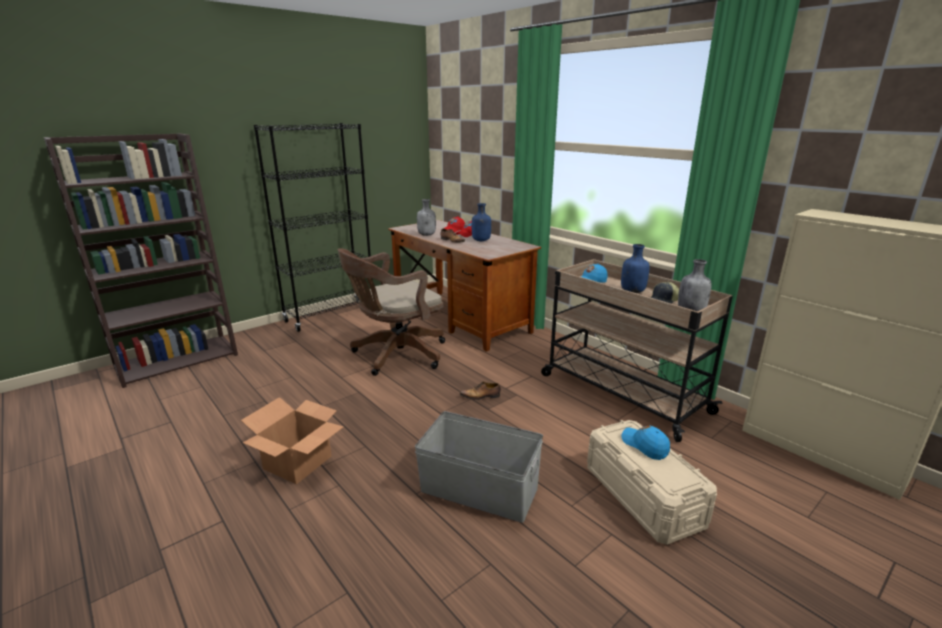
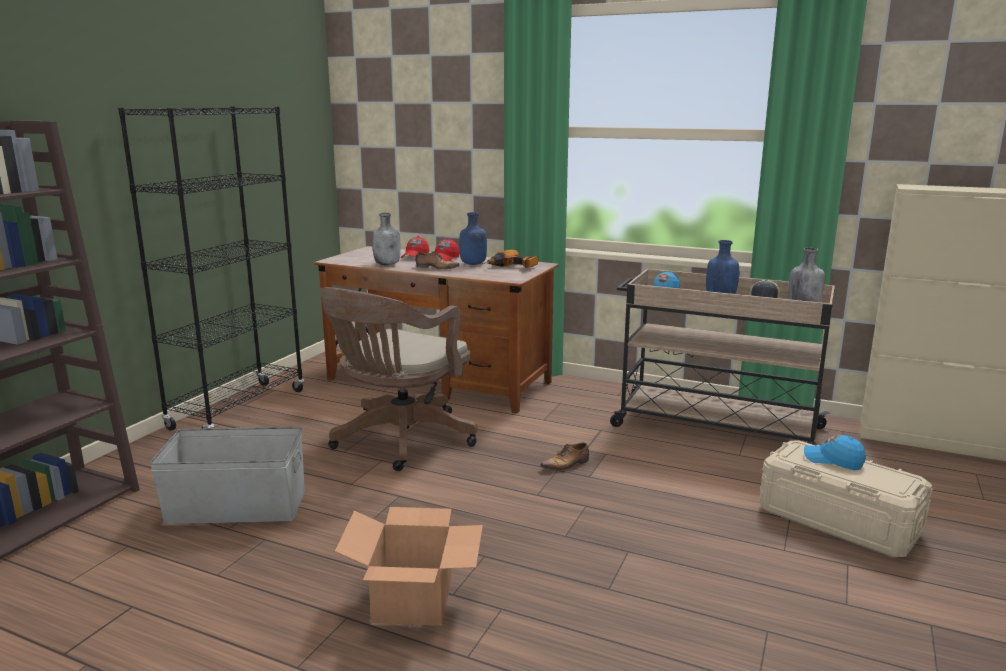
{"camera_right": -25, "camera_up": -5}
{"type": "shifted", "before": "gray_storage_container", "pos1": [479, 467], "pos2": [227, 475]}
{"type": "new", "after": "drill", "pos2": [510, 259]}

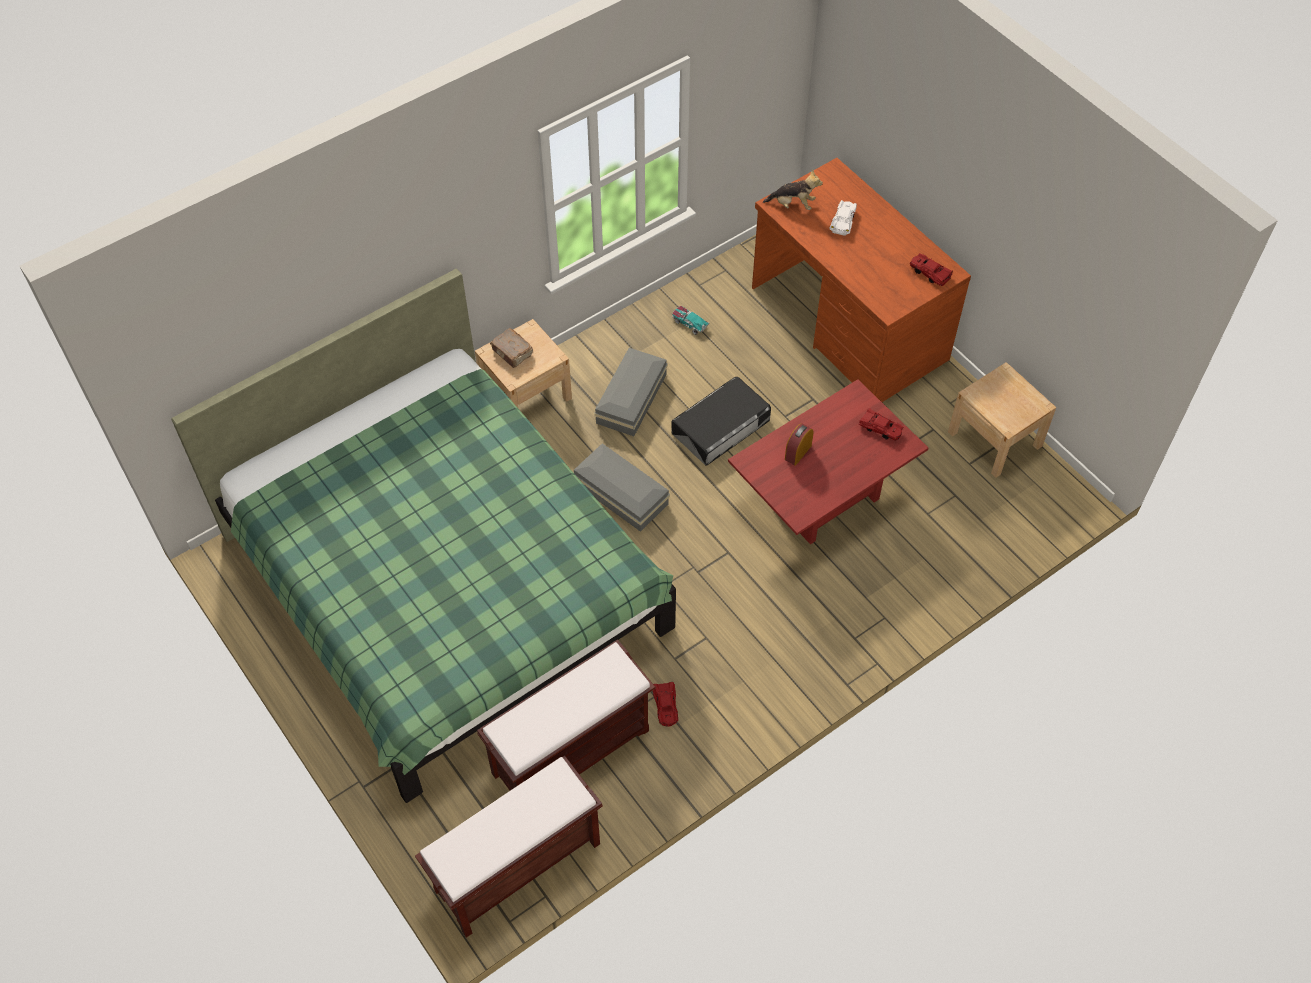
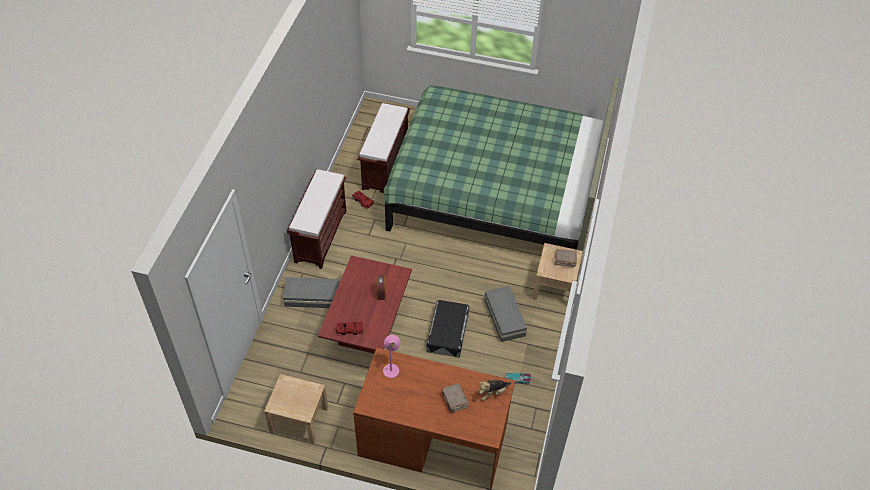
{"camera_right": 140, "camera_up": -5}
{"type": "shifted", "before": "brown-coloured_bench", "pos1": [509, 847], "pos2": [317, 219]}
{"type": "shifted", "before": "gray_storage_container", "pos1": [622, 487], "pos2": [311, 292]}
{"type": "swapped", "before": "white_toy_car", "after": "brown-coloured_volume", "pos1": [843, 218], "pos2": [455, 398]}
{"type": "gone", "before": "reddish_toy_car", "pos1": [931, 269]}
{"type": "new", "after": "pink-coloured_lamp_for_a_table", "pos2": [391, 356]}

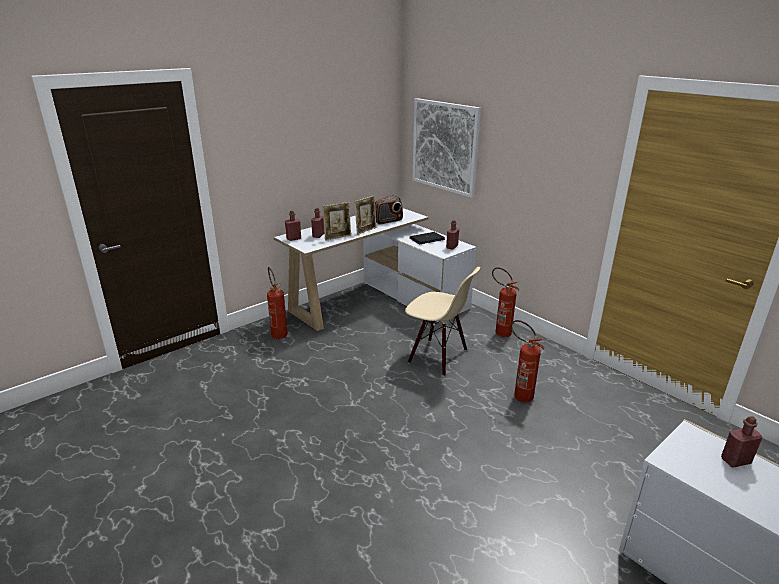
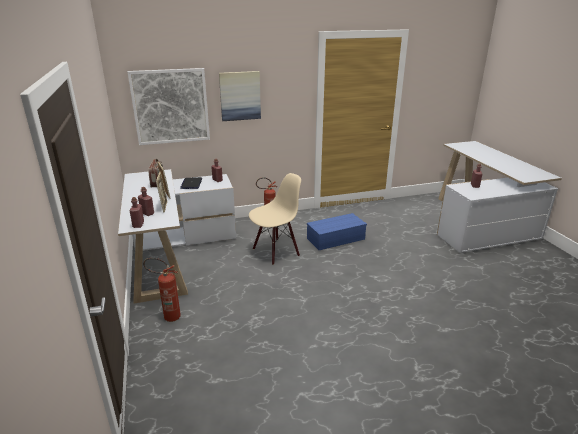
{"camera_right": -65, "camera_up": 0}
{"type": "swapped", "before": "fire-fighting_cylinder", "after": "bluish_storage_container", "pos1": [528, 361], "pos2": [337, 231]}
{"type": "new", "after": "picture", "pos2": [240, 96]}

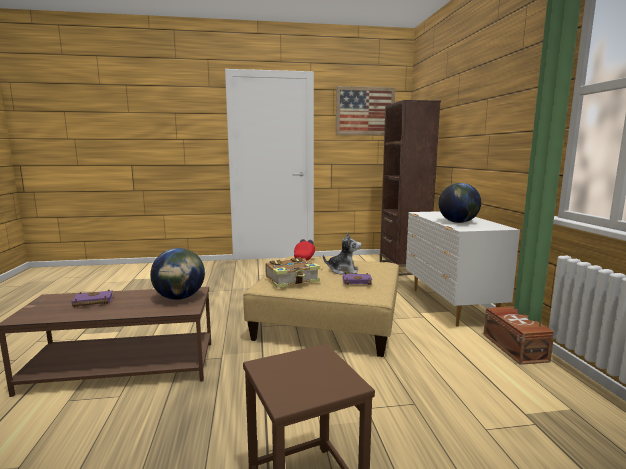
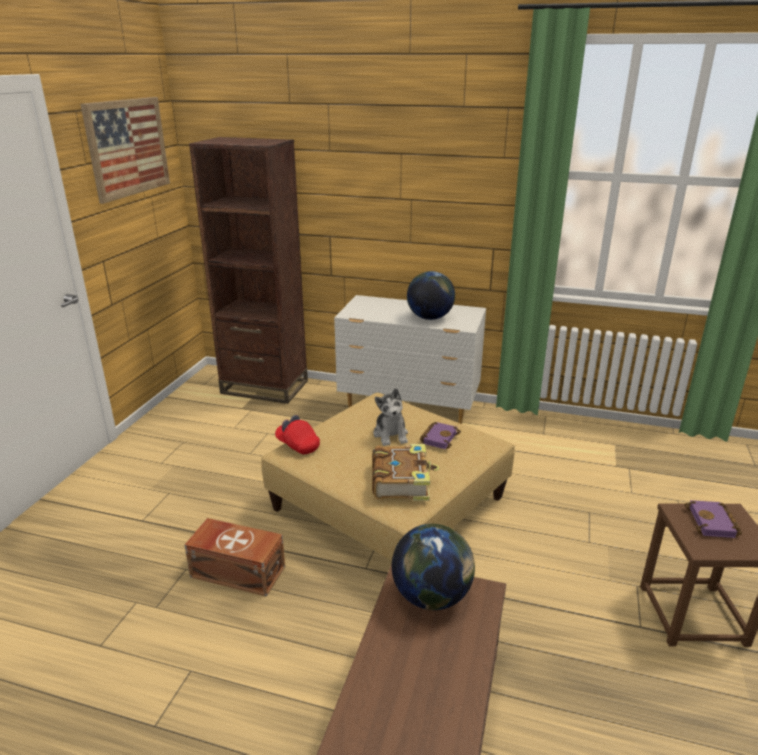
{"camera_right": -65, "camera_up": 15}
{"type": "shifted", "before": "purple_volume", "pos1": [92, 298], "pos2": [713, 519]}
{"type": "rotated", "before": "soft_toy", "pos1": [342, 253], "pos2": [390, 417], "turn": 135}
{"type": "shifted", "before": "brown-coloured_storage_container", "pos1": [519, 335], "pos2": [234, 557]}

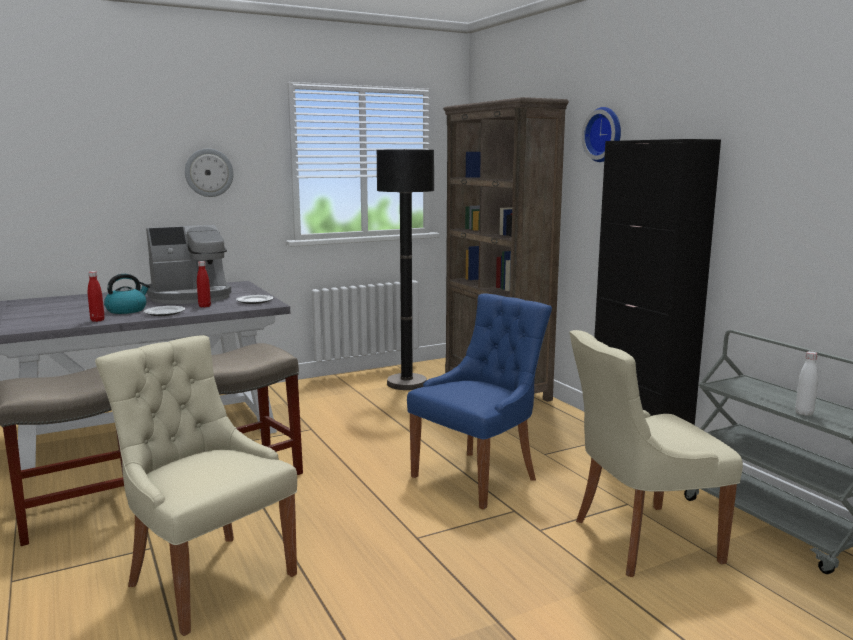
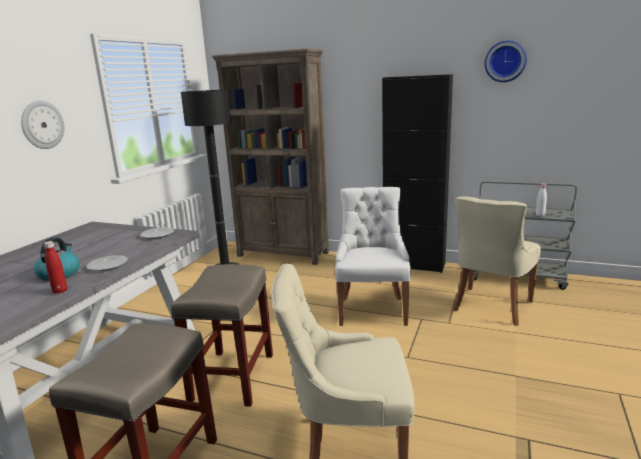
{"camera_right": -40, "camera_up": 5}
{"type": "gone", "before": "coffee_brewer", "pos1": [188, 264]}
{"type": "gone", "before": "reddish_drink_bottle", "pos1": [204, 284]}
{"type": "repainted", "before": "bluish_plain_chair", "after": "white_plain_chair", "pos1": [479, 402], "pos2": [373, 256]}
{"type": "shifted", "before": "wall_clock", "pos1": [601, 134], "pos2": [505, 61]}

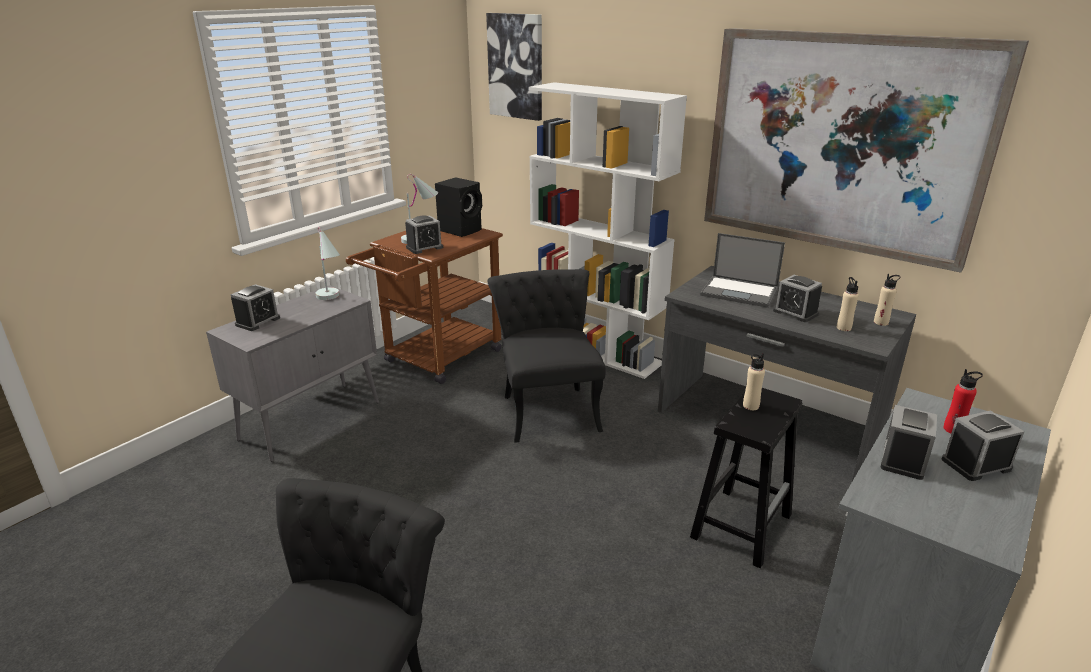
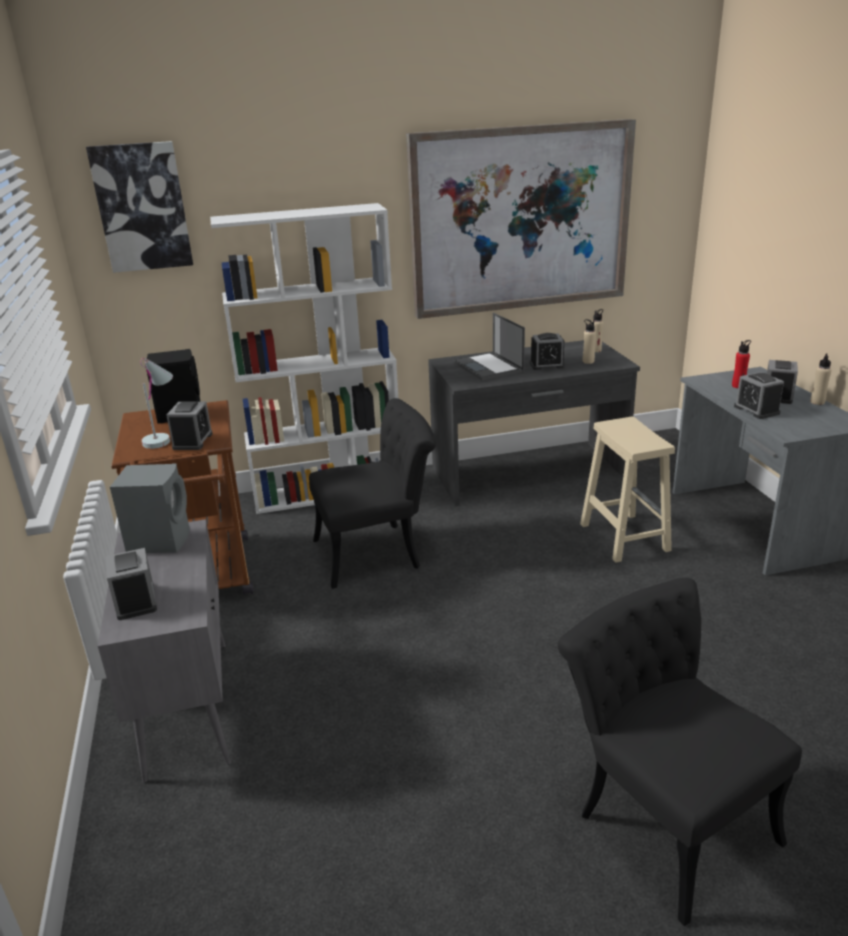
{"camera_right": -50, "camera_up": 0}
{"type": "swapped", "before": "white_lamp_for_a_table", "after": "gray_speaker", "pos1": [328, 263], "pos2": [150, 508]}
{"type": "rotated", "before": "black_plain_chair", "pos1": [546, 356], "pos2": [372, 493], "turn": 135}
{"type": "repainted", "before": "black_stool", "after": "beige_stool", "pos1": [746, 478], "pos2": [627, 489]}
{"type": "rotated", "before": "laptop", "pos1": [742, 270], "pos2": [489, 347], "turn": 90}
{"type": "shifted", "before": "beige_drink_bottle", "pos1": [754, 381], "pos2": [821, 379]}

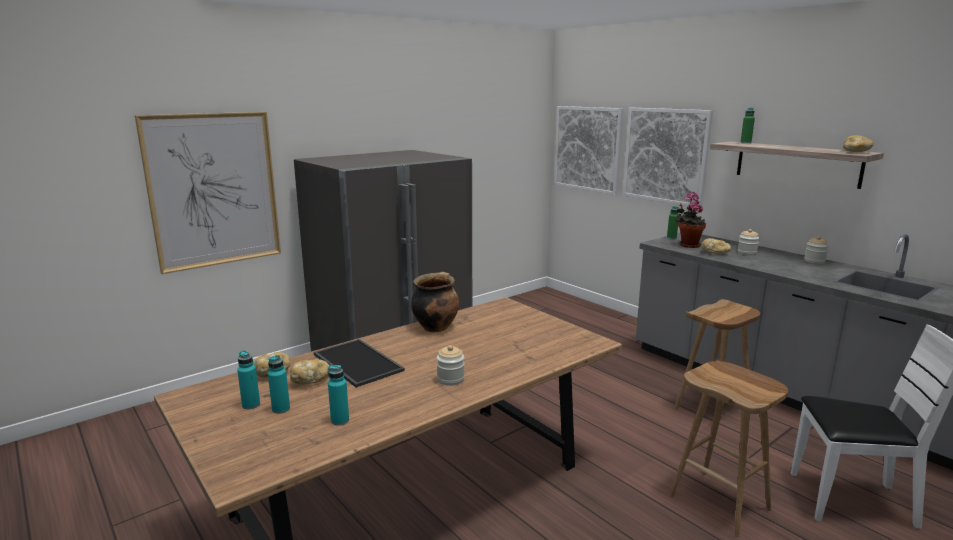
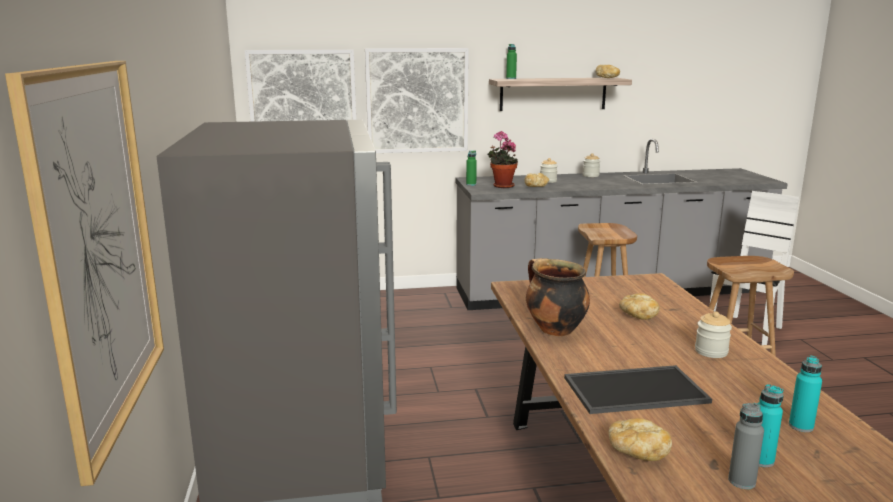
{"camera_right": -60, "camera_up": 0}
{"type": "repainted", "before": "turquoise-coloured_drink_bottle", "after": "gray_drink_bottle", "pos1": [248, 379], "pos2": [746, 446]}
{"type": "shifted", "before": "bread", "pos1": [309, 372], "pos2": [639, 306]}

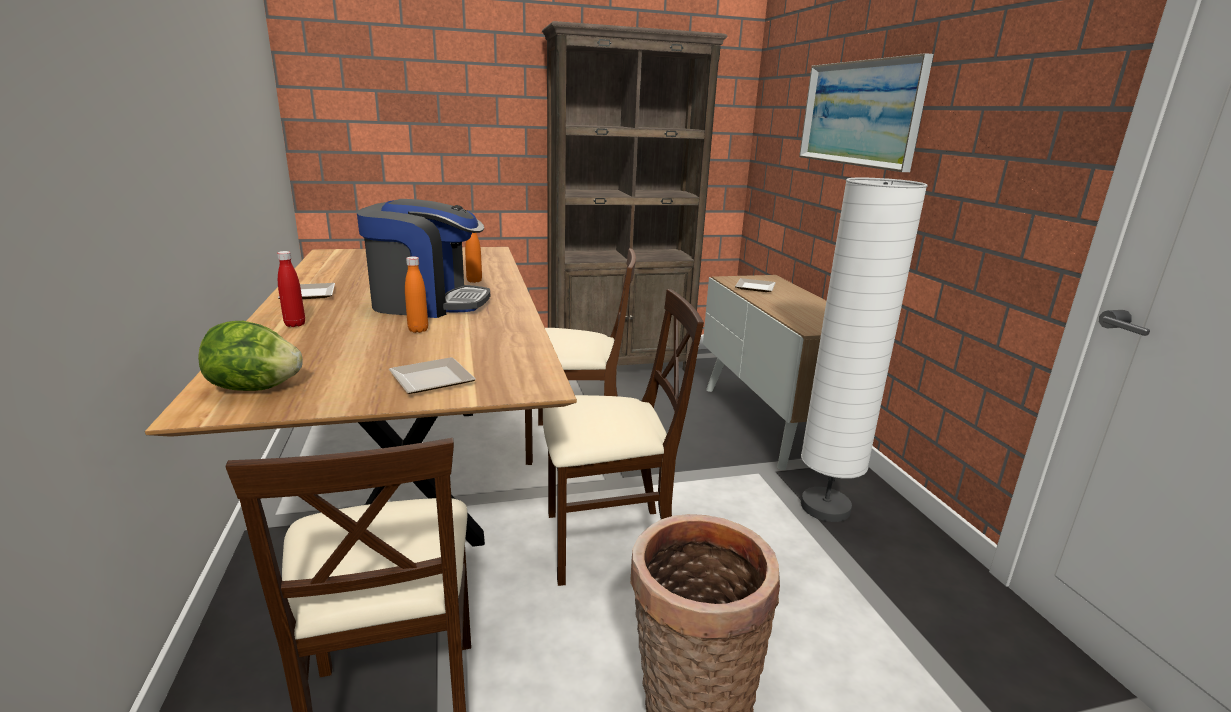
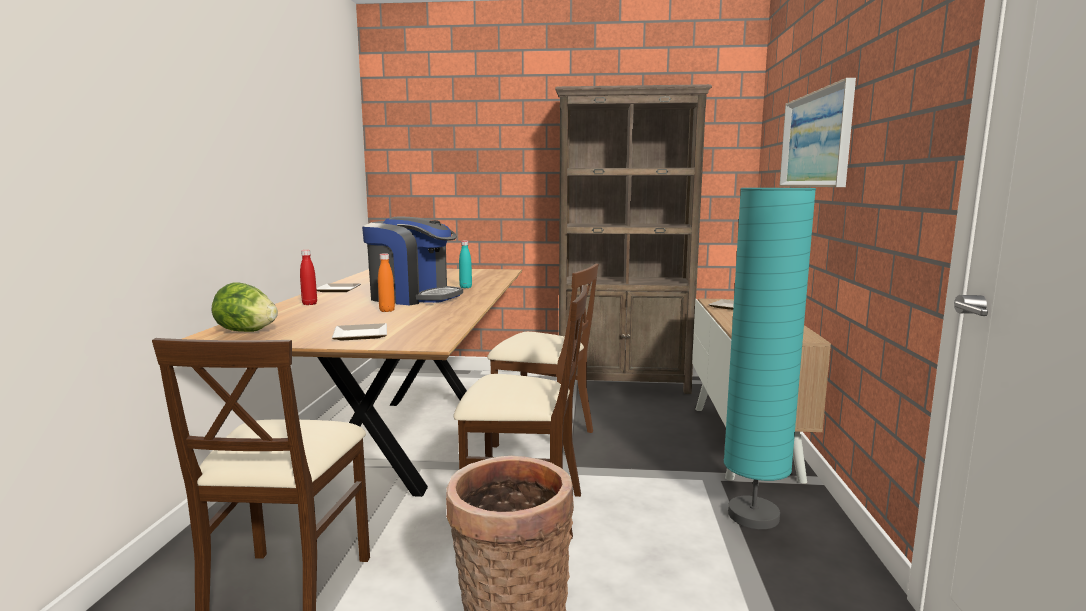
{"camera_right": 20, "camera_up": -10}
{"type": "repainted", "before": "orange_drink_bottle", "after": "turquoise-coloured_drink_bottle", "pos1": [473, 258], "pos2": [465, 264]}
{"type": "repainted", "before": "white_standing_lamp", "after": "turquoise-coloured_standing_lamp", "pos1": [864, 350], "pos2": [770, 358]}

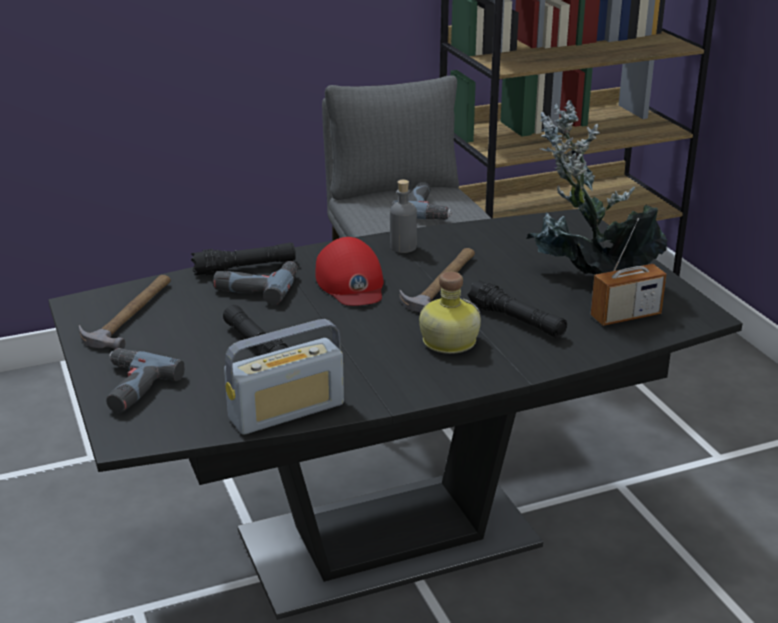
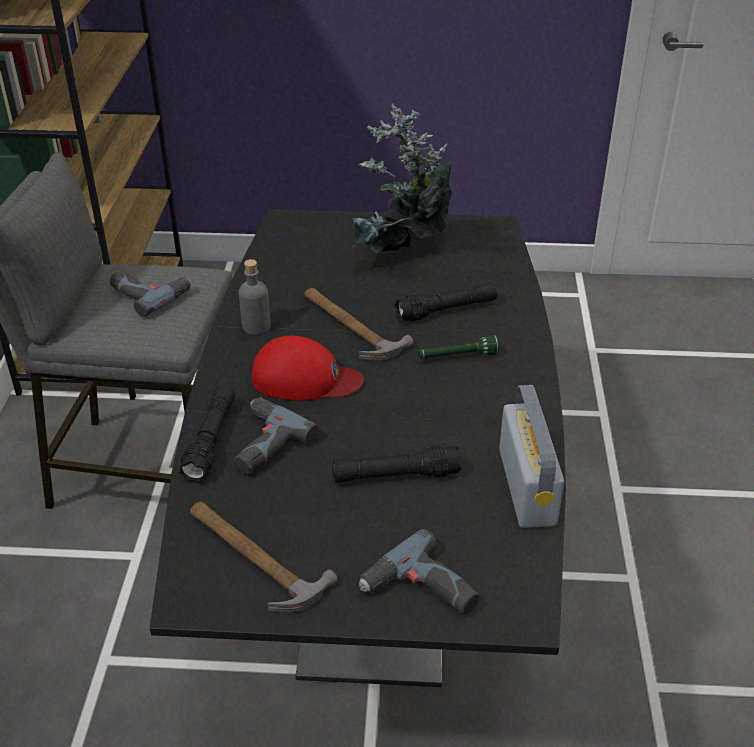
{"camera_right": -65, "camera_up": 10}
{"type": "swapped", "before": "drink_bottle", "after": "green_hand_torch", "pos1": [450, 313], "pos2": [459, 346]}
{"type": "gone", "before": "radio", "pos1": [628, 272]}

